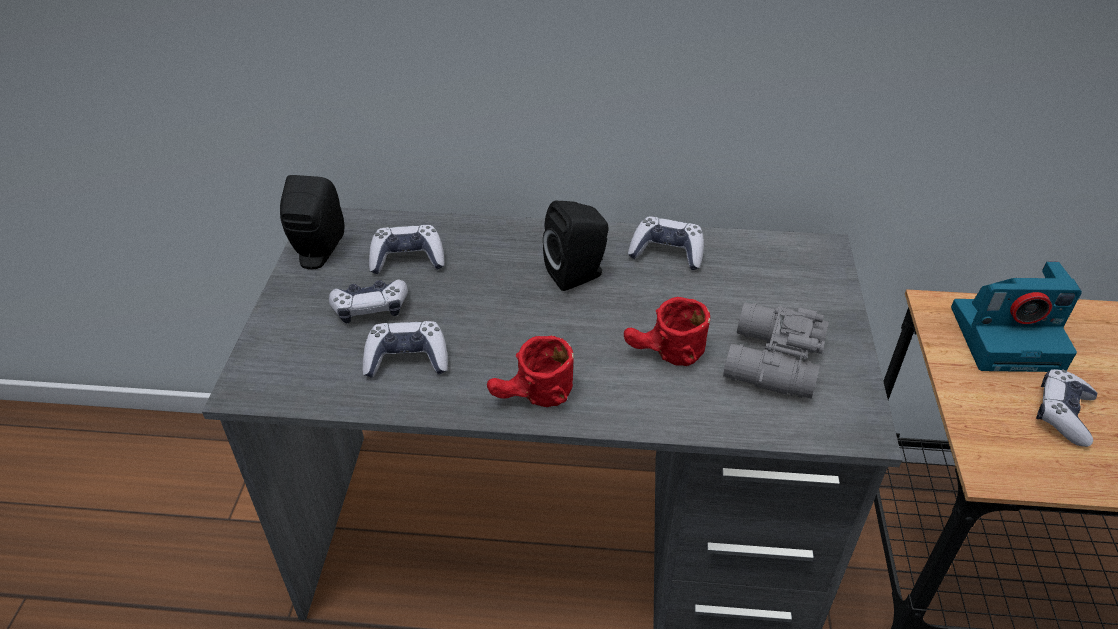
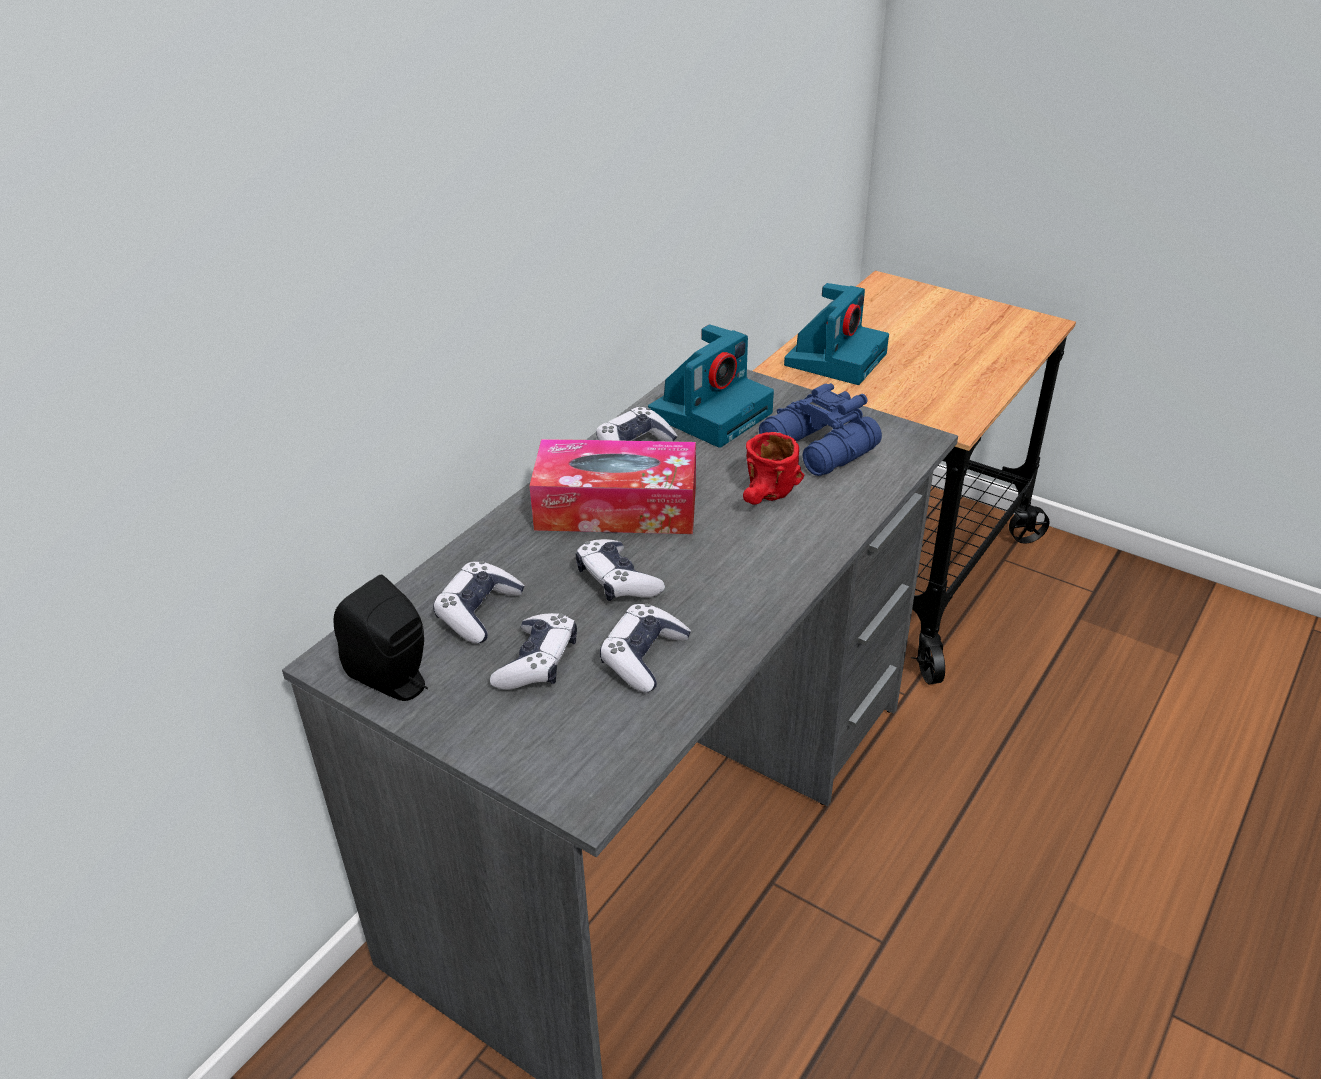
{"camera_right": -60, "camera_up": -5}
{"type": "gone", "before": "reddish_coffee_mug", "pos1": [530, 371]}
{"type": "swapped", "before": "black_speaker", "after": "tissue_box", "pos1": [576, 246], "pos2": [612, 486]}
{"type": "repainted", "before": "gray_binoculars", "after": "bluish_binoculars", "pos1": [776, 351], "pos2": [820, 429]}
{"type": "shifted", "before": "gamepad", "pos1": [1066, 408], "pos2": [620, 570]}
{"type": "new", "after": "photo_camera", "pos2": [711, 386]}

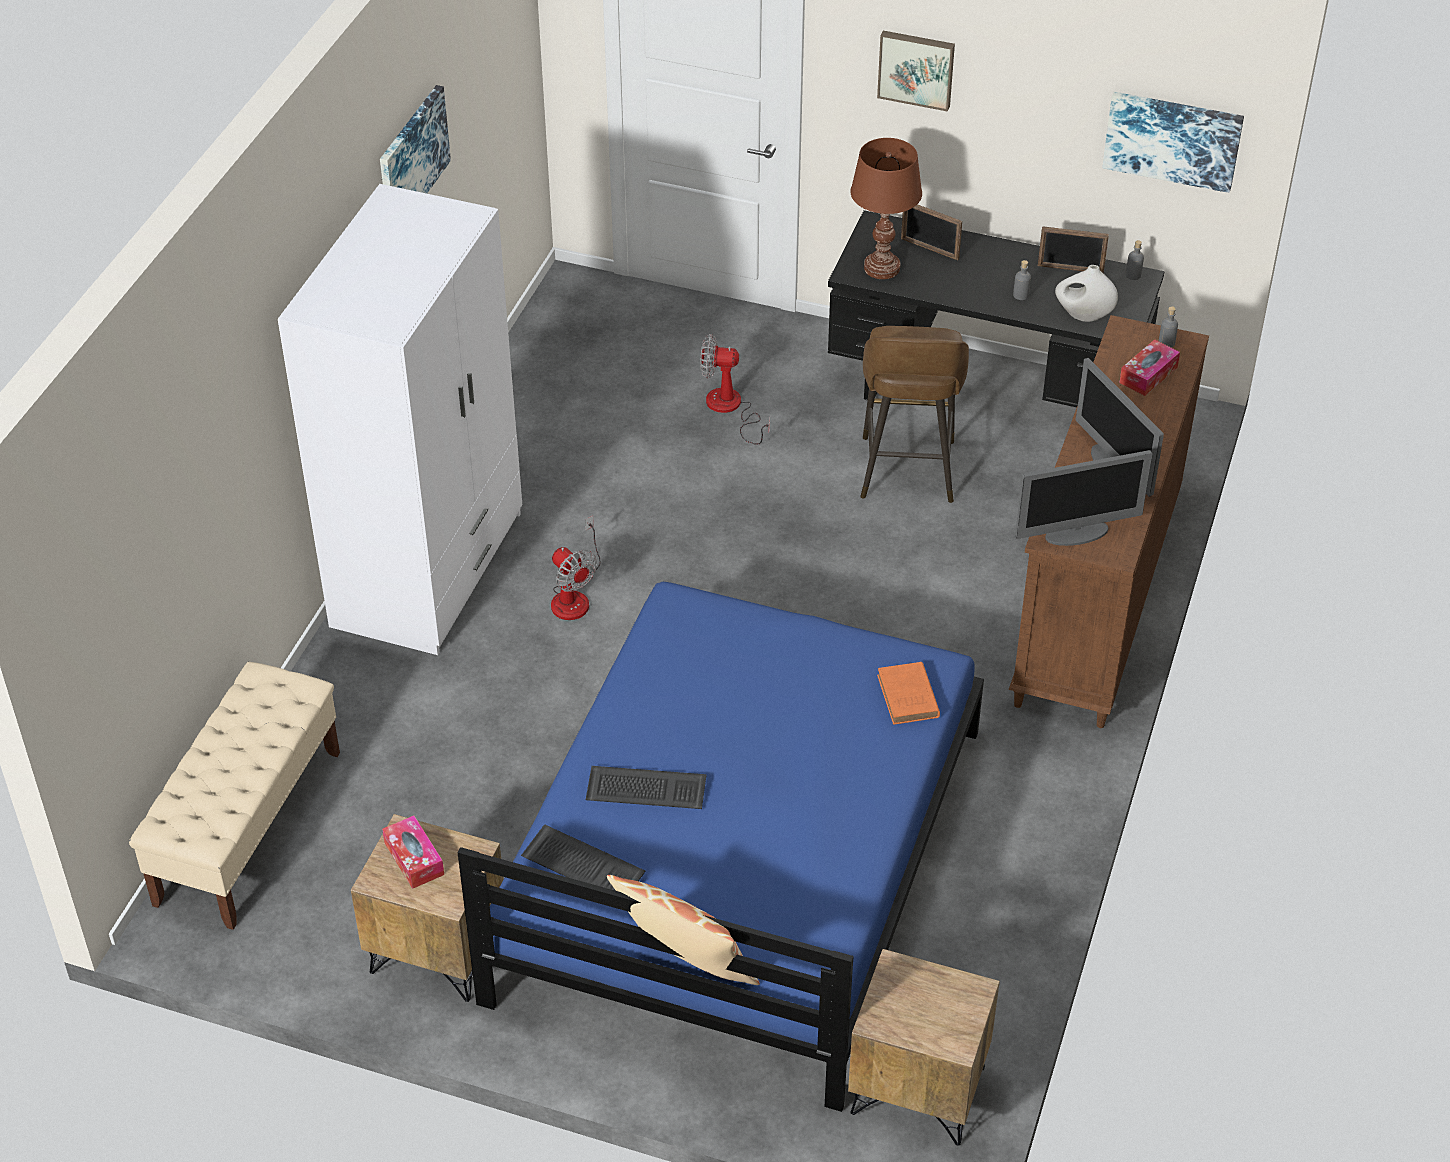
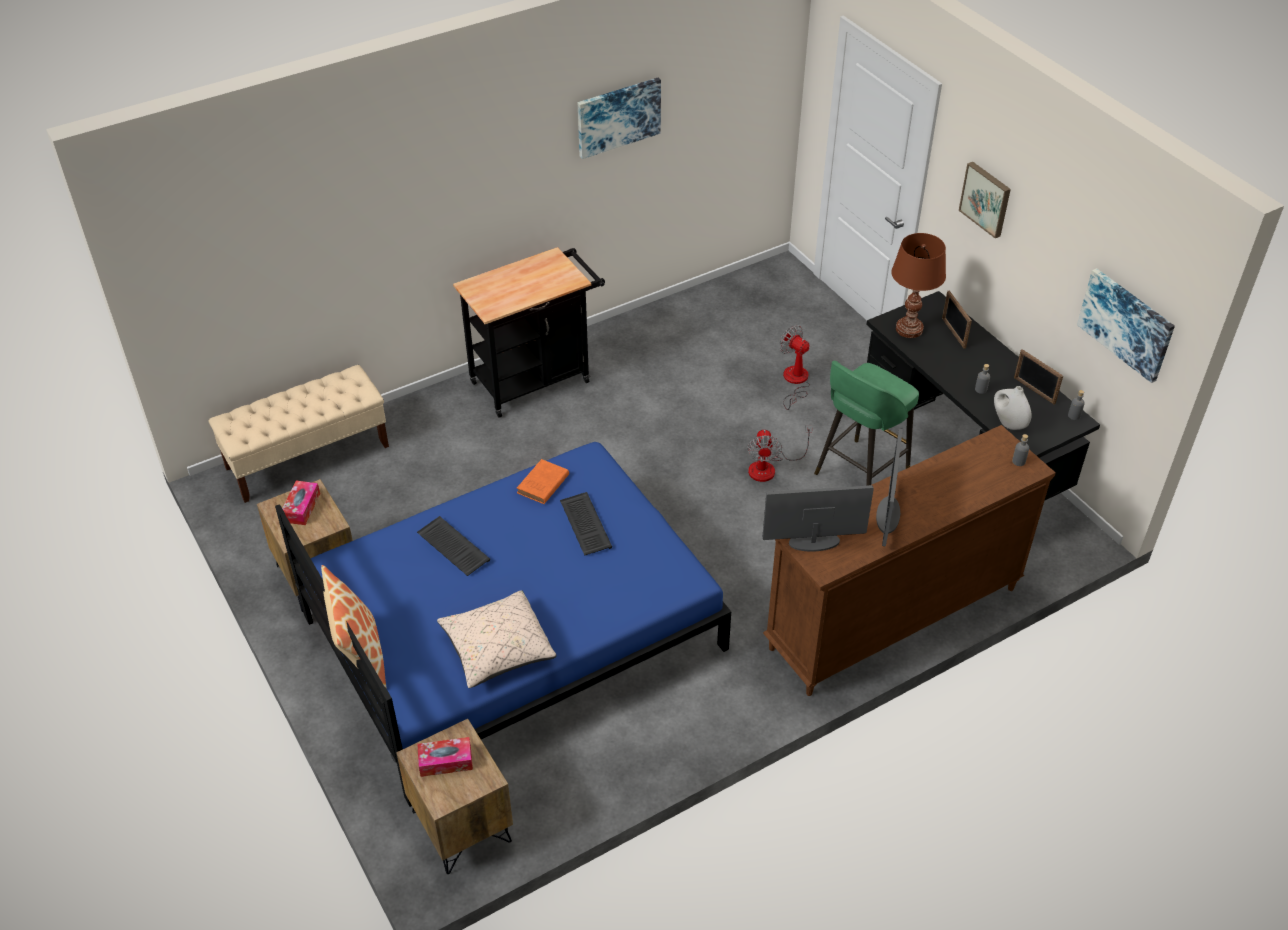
{"camera_right": 40, "camera_up": 0}
{"type": "swapped", "before": "white_wardrobe", "after": "black_wheeled_cart", "pos1": [400, 419], "pos2": [529, 332]}
{"type": "shifted", "before": "keyboard", "pos1": [583, 857], "pos2": [586, 524]}
{"type": "shifted", "before": "cooling_fan", "pos1": [576, 568], "pos2": [780, 453]}
{"type": "repainted", "before": "brown-coloured_stool", "after": "green_stool", "pos1": [914, 414], "pos2": [866, 423]}
{"type": "shifted", "before": "orange_volume", "pos1": [908, 693], "pos2": [543, 481]}
{"type": "rotated", "before": "monitor", "pos1": [1084, 498], "pos2": [818, 518], "turn": 150}
{"type": "shifted", "before": "tissue_box", "pos1": [1149, 367], "pos2": [445, 757]}
{"type": "new", "after": "beige_pillow", "pos2": [497, 639]}

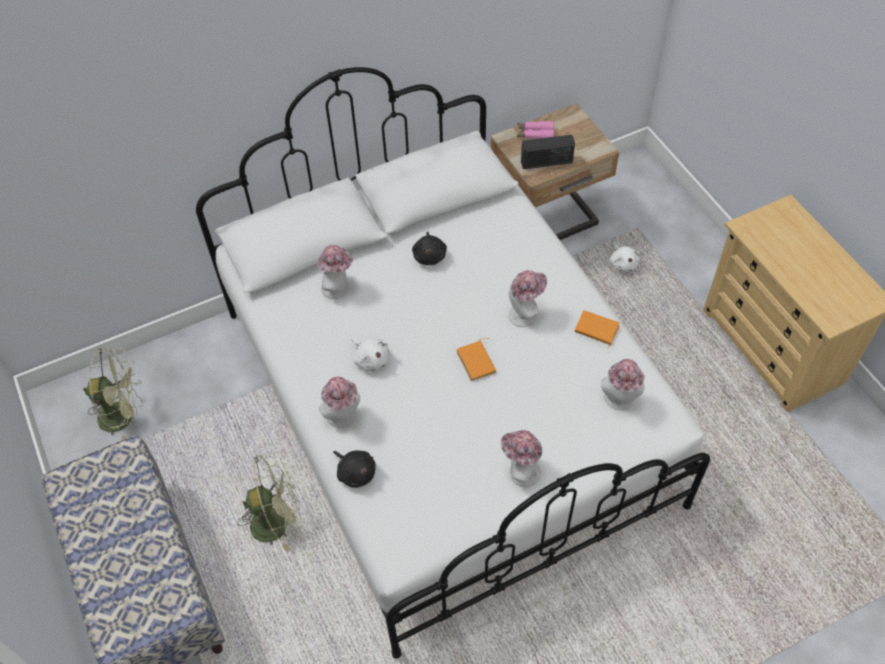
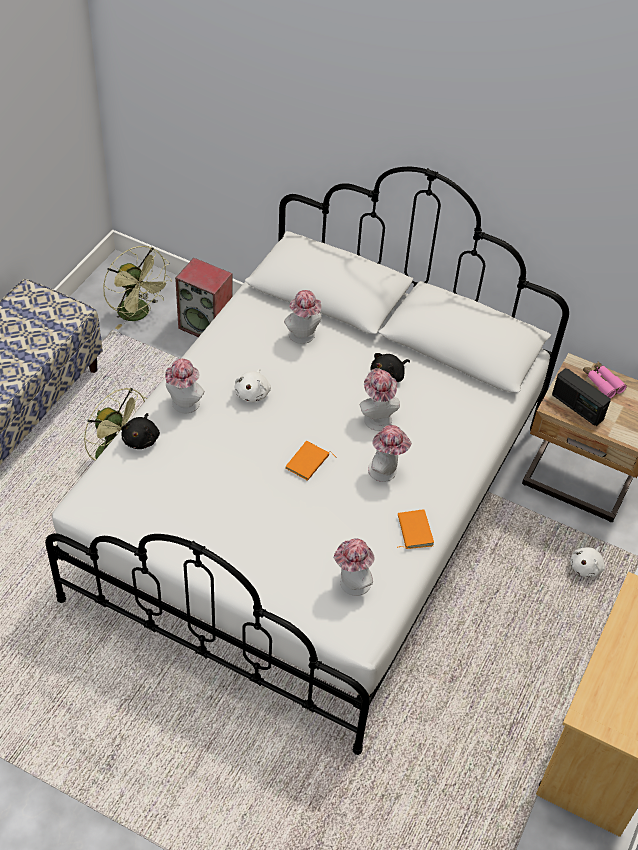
{"camera_right": 50, "camera_up": -5}
{"type": "shifted", "before": "clothing_hat", "pos1": [521, 458], "pos2": [380, 399]}
{"type": "new", "after": "speaker", "pos2": [204, 297]}

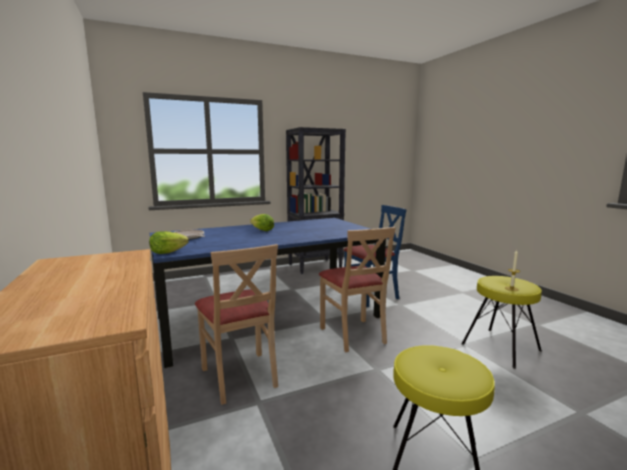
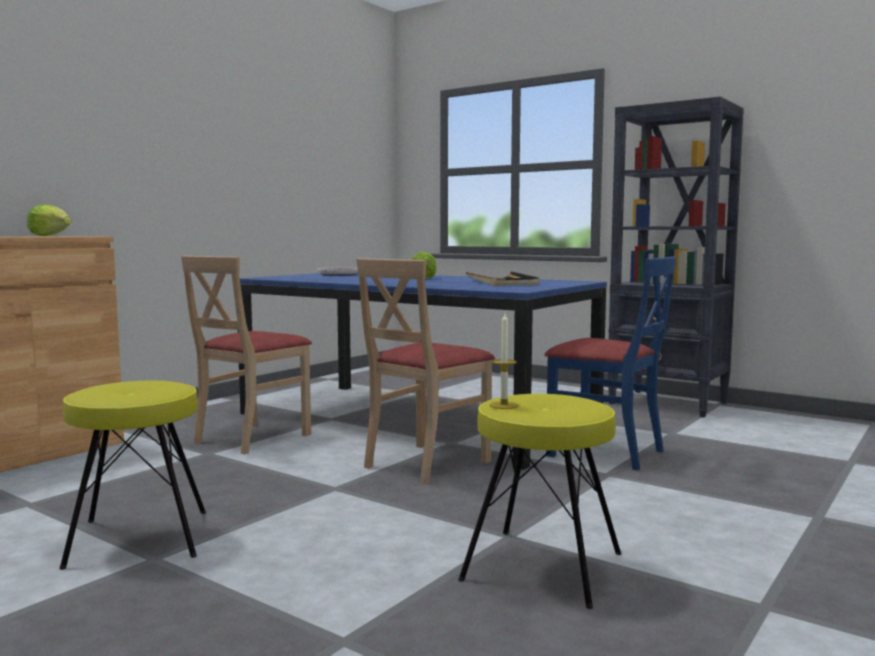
{"camera_right": 60, "camera_up": -5}
{"type": "shifted", "before": "lettuce_head", "pos1": [169, 242], "pos2": [49, 220]}
{"type": "new", "after": "black_carrying_tray", "pos2": [503, 279]}

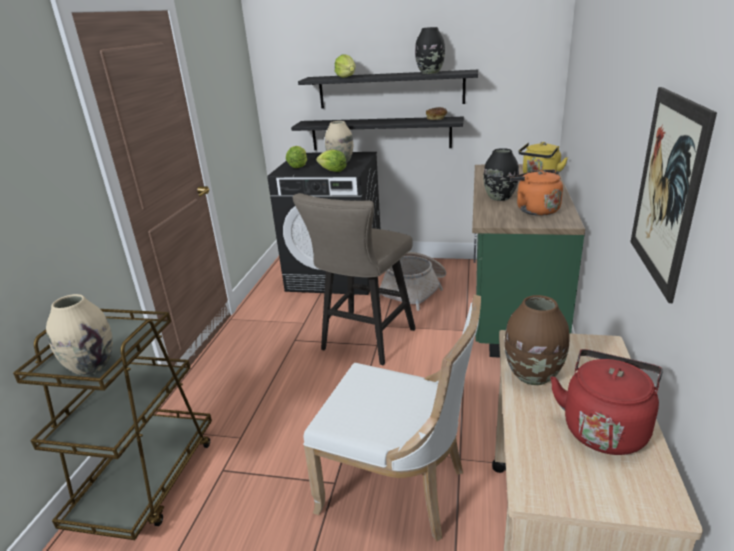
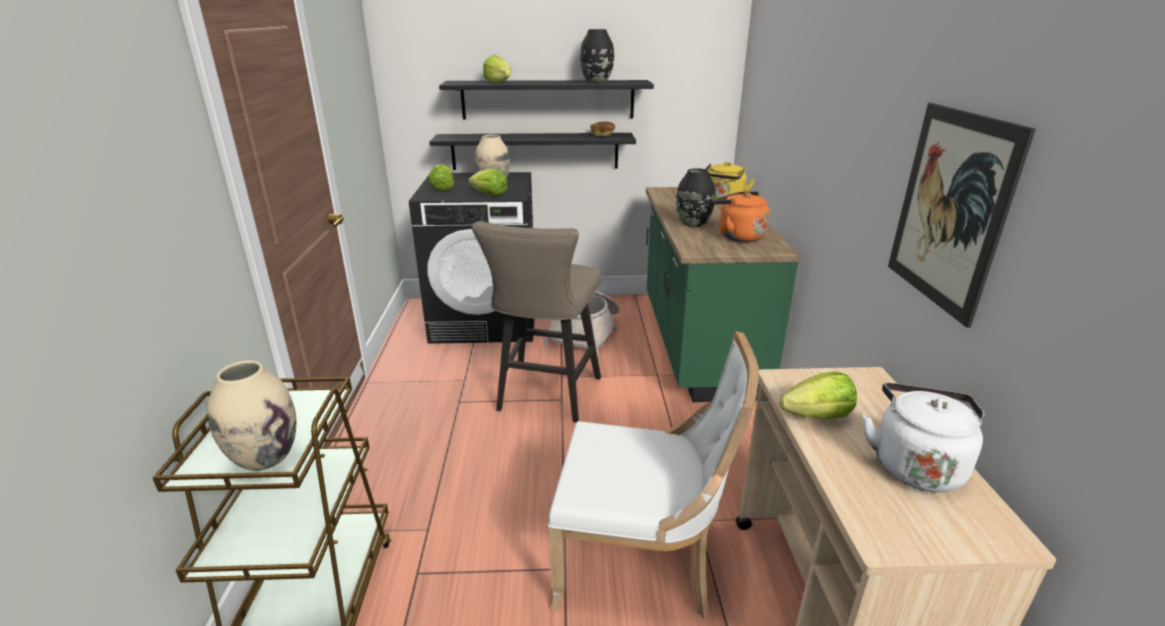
{"camera_right": -15, "camera_up": 0}
{"type": "swapped", "before": "brown-coloured_vase", "after": "lettuce_head", "pos1": [537, 340], "pos2": [818, 395]}
{"type": "repainted", "before": "reddish_tea_kettle", "after": "white_tea_kettle", "pos1": [606, 402], "pos2": [923, 437]}

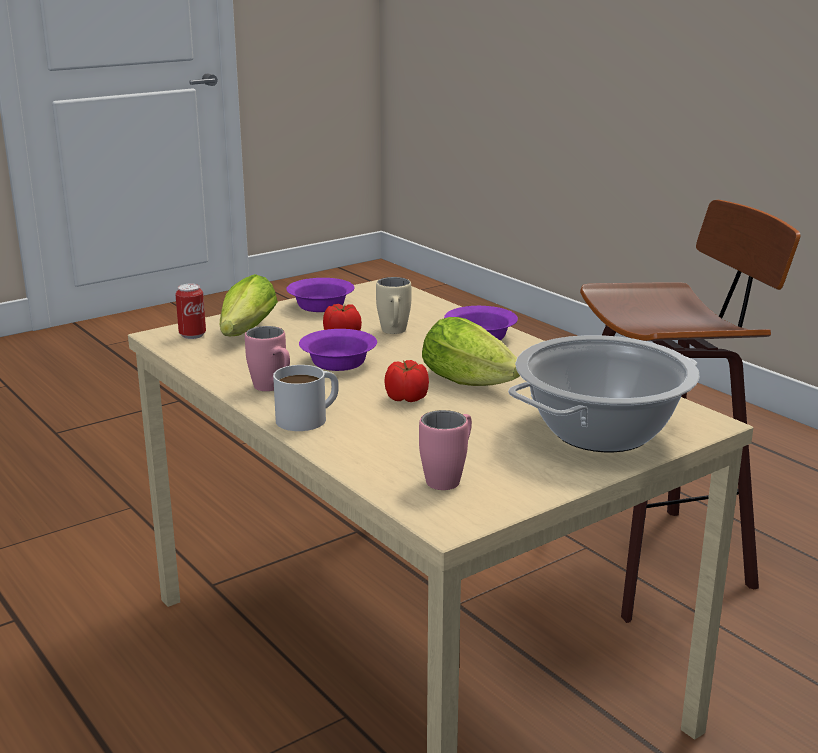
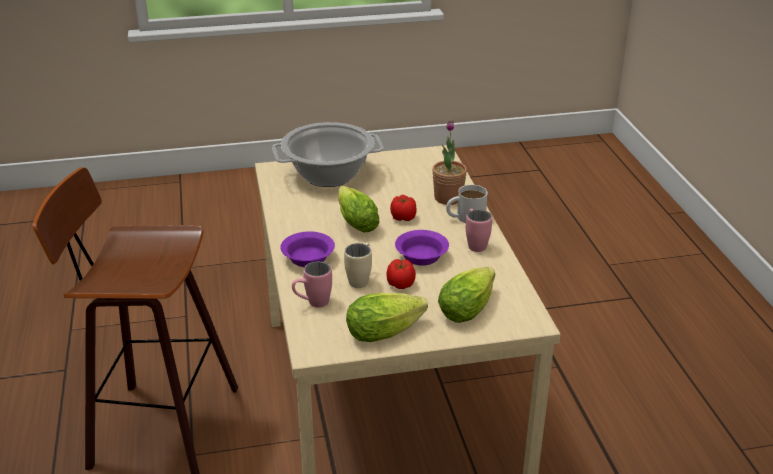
{"camera_right": -155, "camera_up": 10}
{"type": "gone", "before": "metal_can", "pos1": [190, 311]}
{"type": "swapped", "before": "purple_serving_bowl", "after": "lettuce_head", "pos1": [320, 295], "pos2": [387, 317]}
{"type": "shifted", "before": "pink-coloured_coffee_mug", "pos1": [445, 450], "pos2": [312, 284]}
{"type": "new", "after": "plant_in_a_pot", "pos2": [449, 162]}

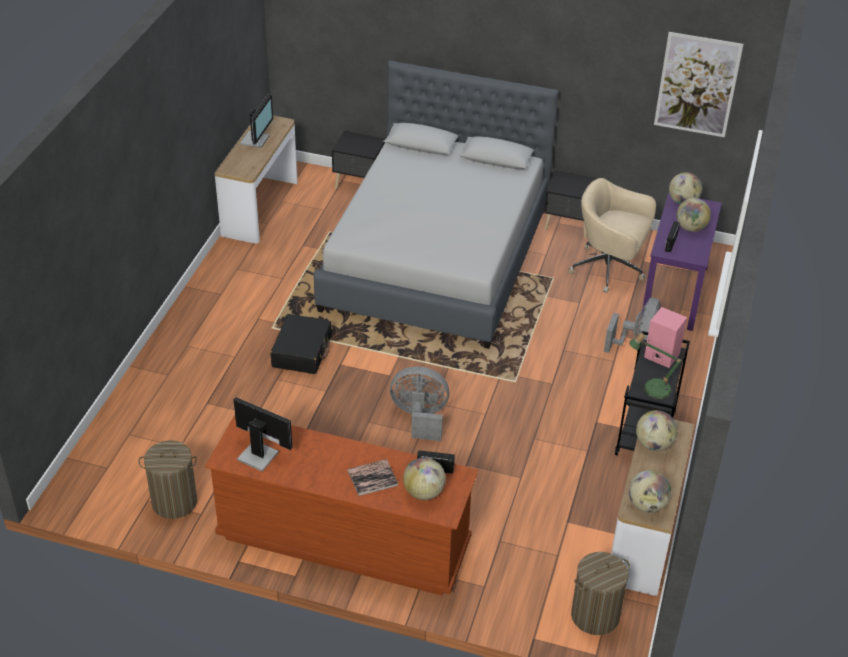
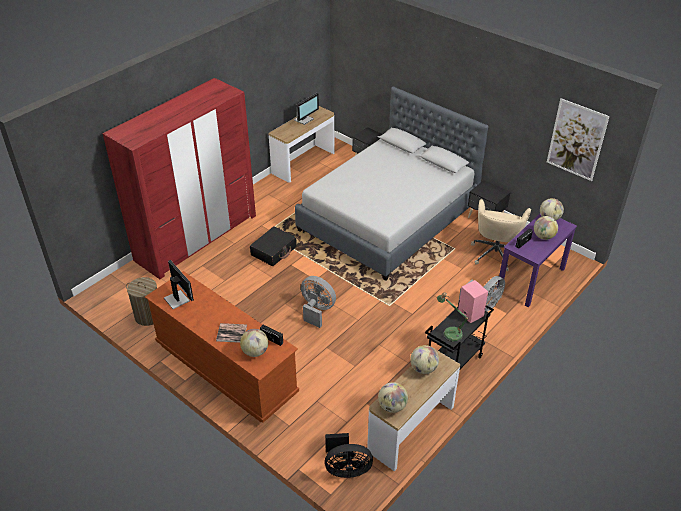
{"camera_right": 25, "camera_up": 0}
{"type": "rotated", "before": "beige_computer_chair", "pos1": [612, 235], "pos2": [501, 235], "turn": -120}
{"type": "swapped", "before": "laundry_basket", "after": "black_cooling_fan", "pos1": [600, 593], "pos2": [349, 455]}
{"type": "new", "after": "reddish_wardrobe", "pos2": [179, 178]}

